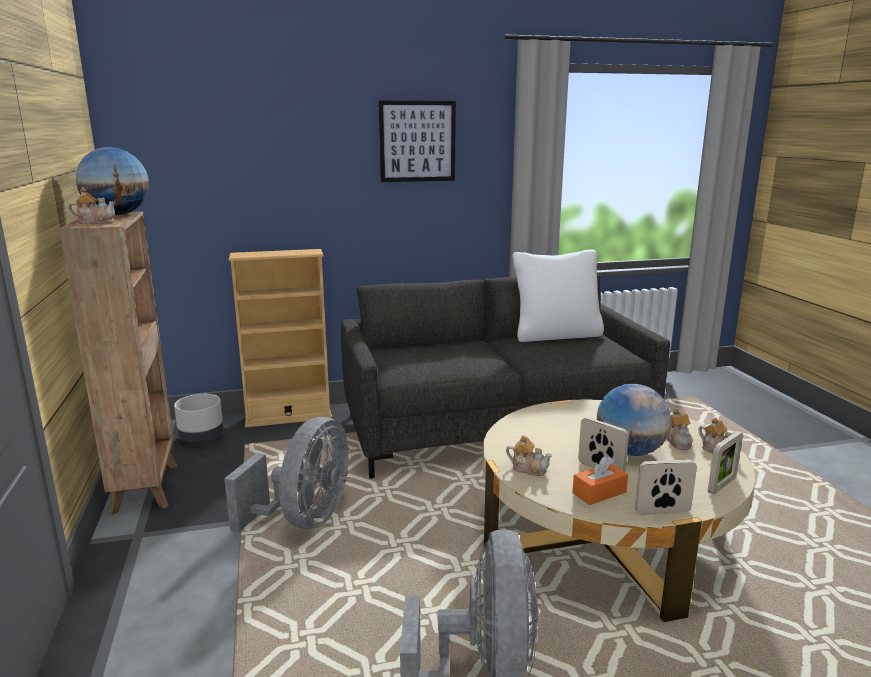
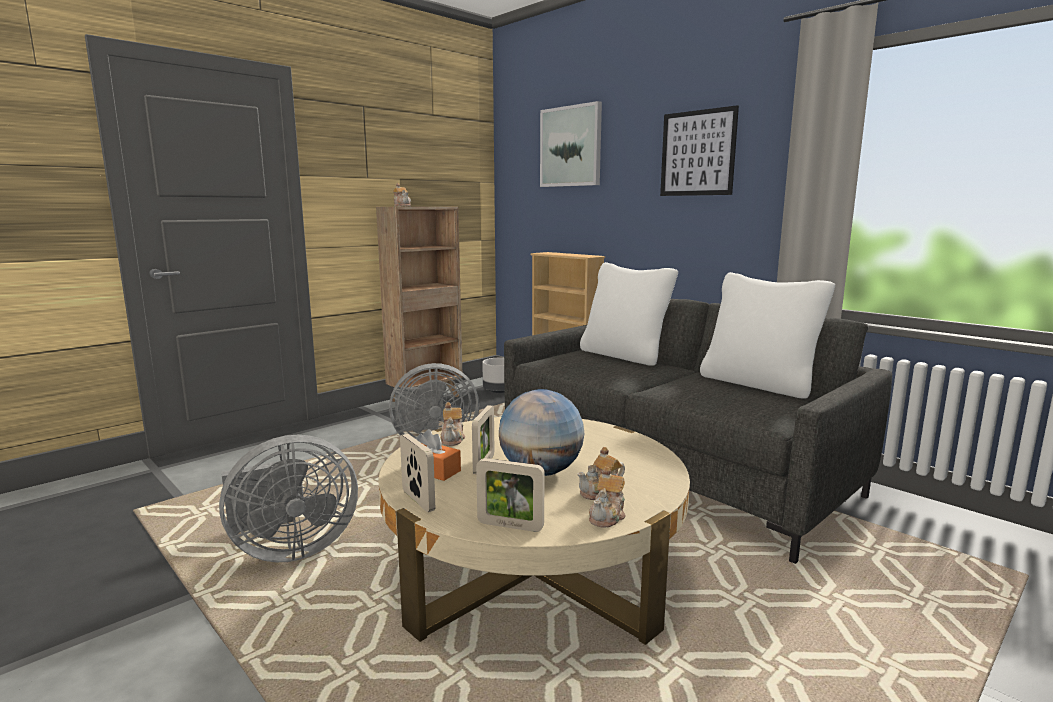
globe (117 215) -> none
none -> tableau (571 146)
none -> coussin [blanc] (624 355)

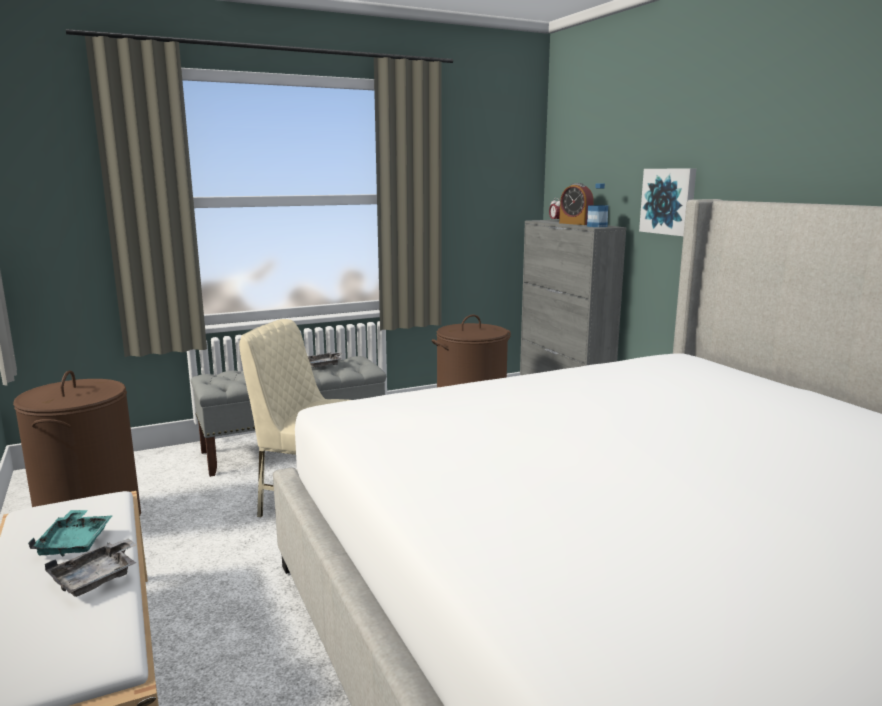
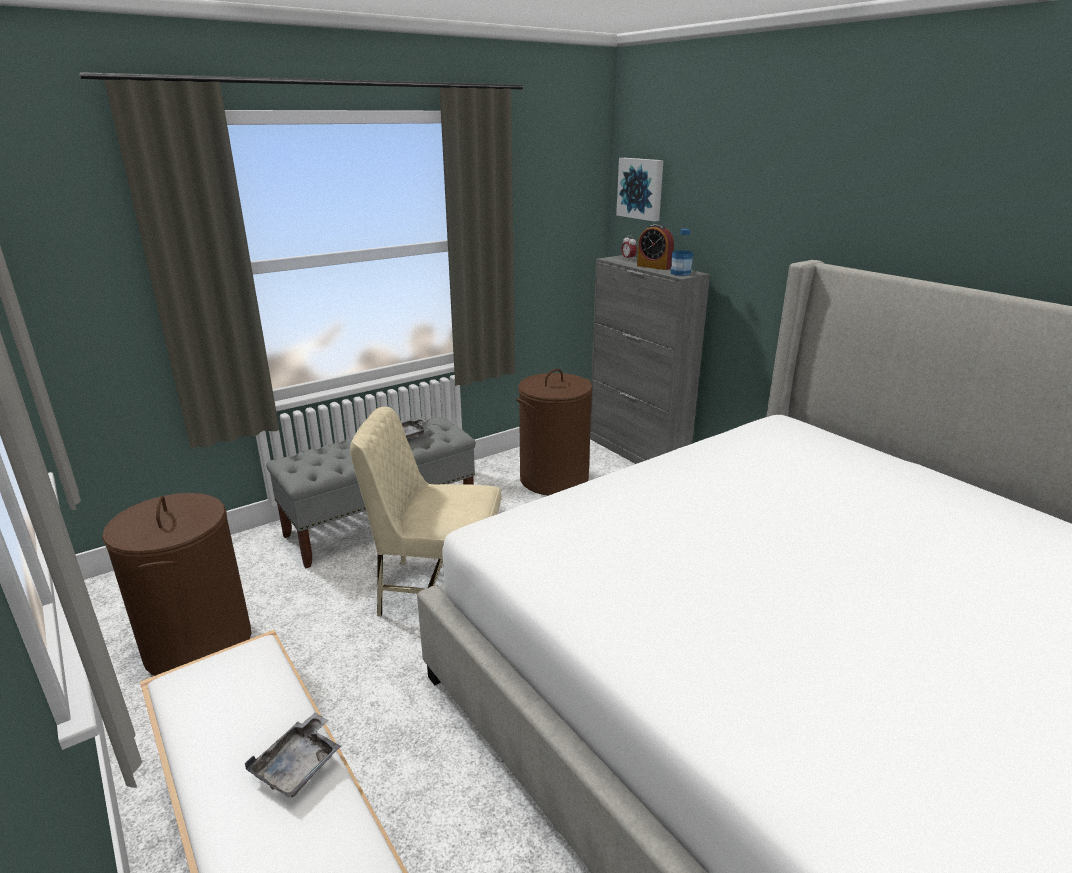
plateau [turquoise] (75 542) -> none
tableau (669 201) -> tableau (641 188), move

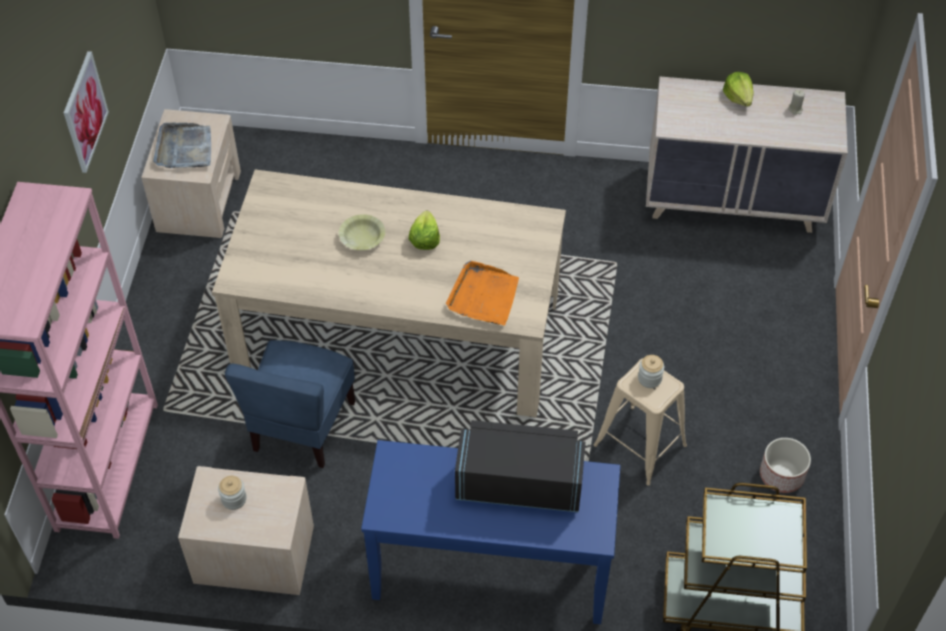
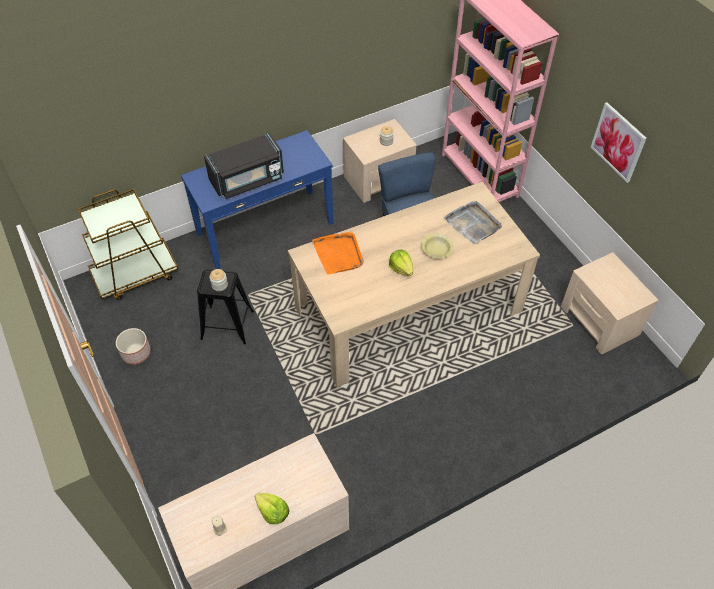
plateau [gris] (184 149) -> plateau [gris] (473 224), move
tabouret [beige] (640 445) -> tabouret [noir] (227 325)

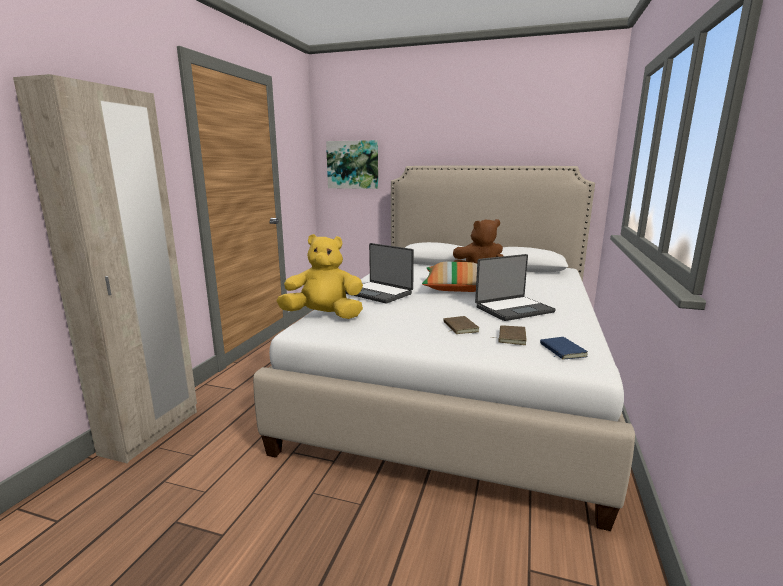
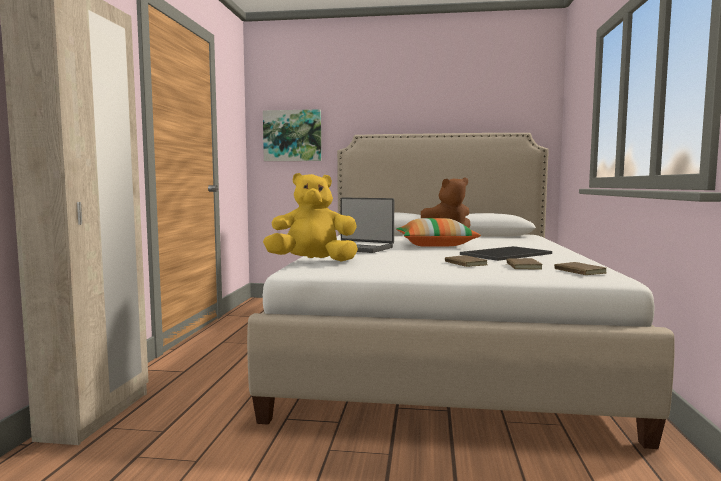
ordinateur portable (513 309) -> plateau (505 254)
livre [bleu] (561 350) -> livre [marron] (578 271)

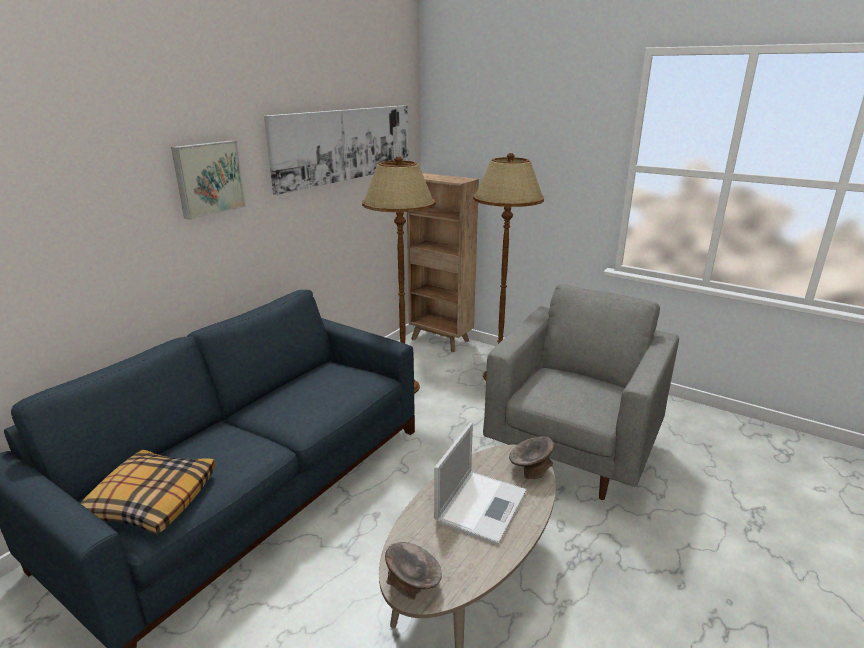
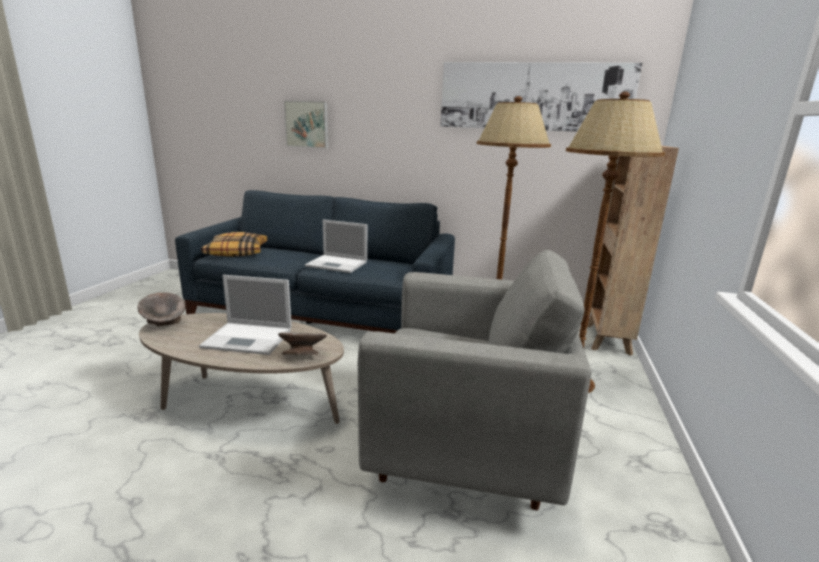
none -> ordinateur portable (338 264)
tableau (208 178) -> tableau (307 124), move

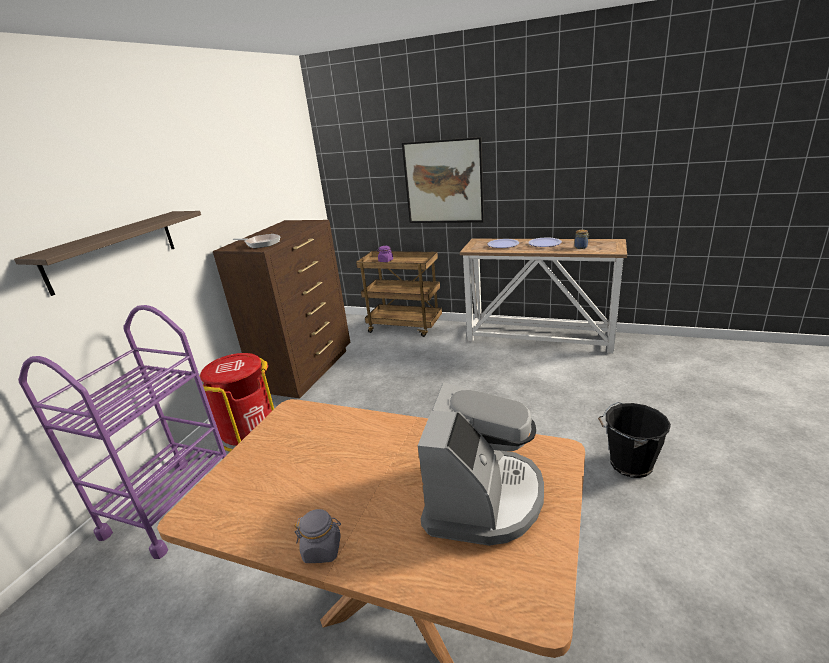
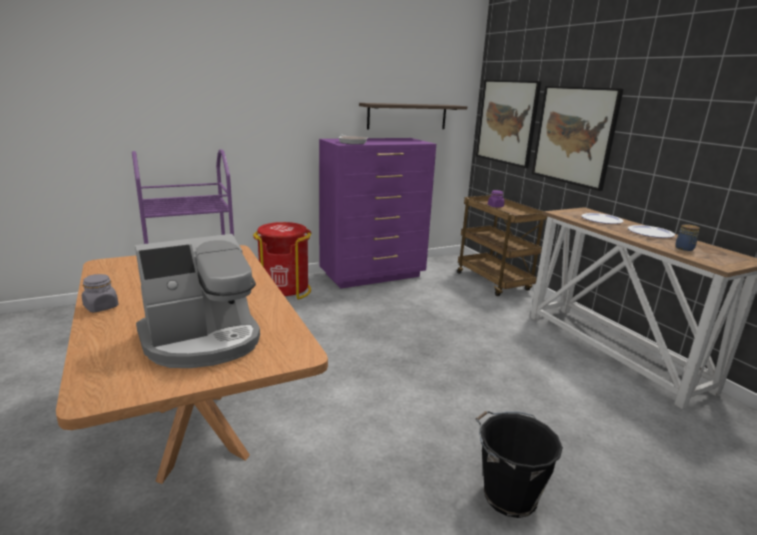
none -> tableau (507 122)
étagère (112 250) -> étagère (407 116), move
commode [marron] (307 370) -> commode [violet] (373 275)

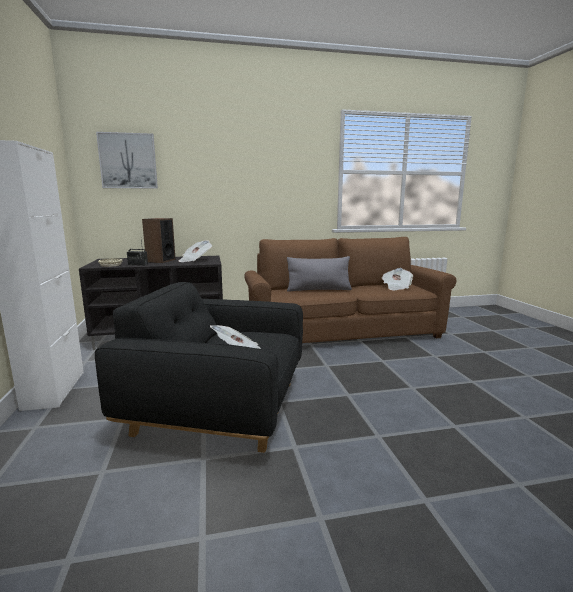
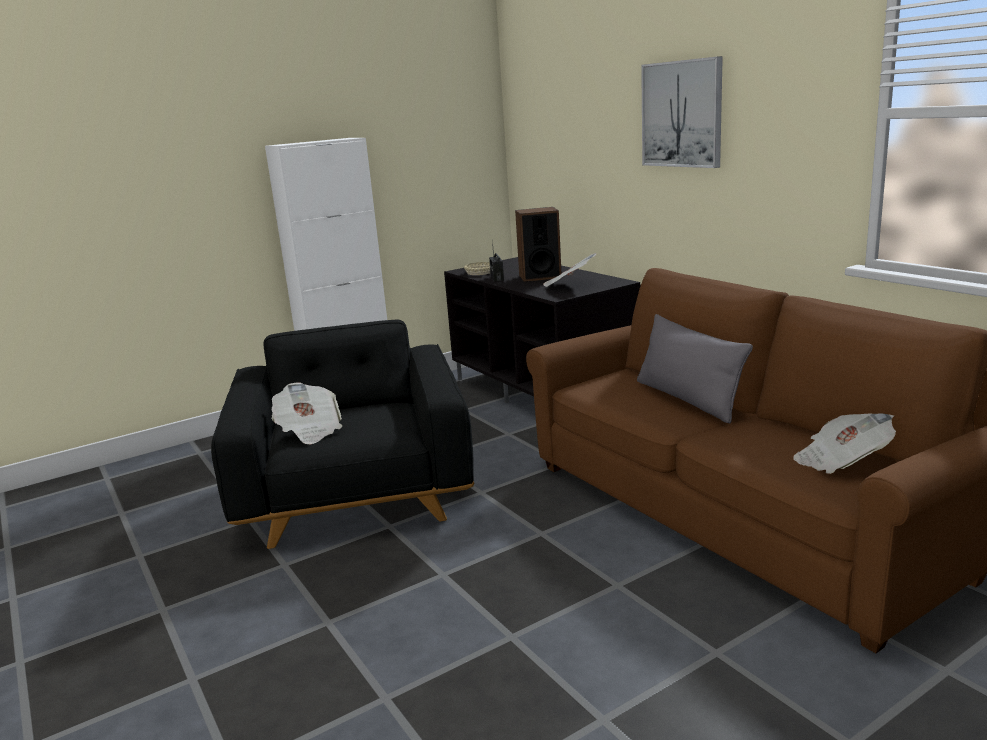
tableau (128 161) -> tableau (682 114), move

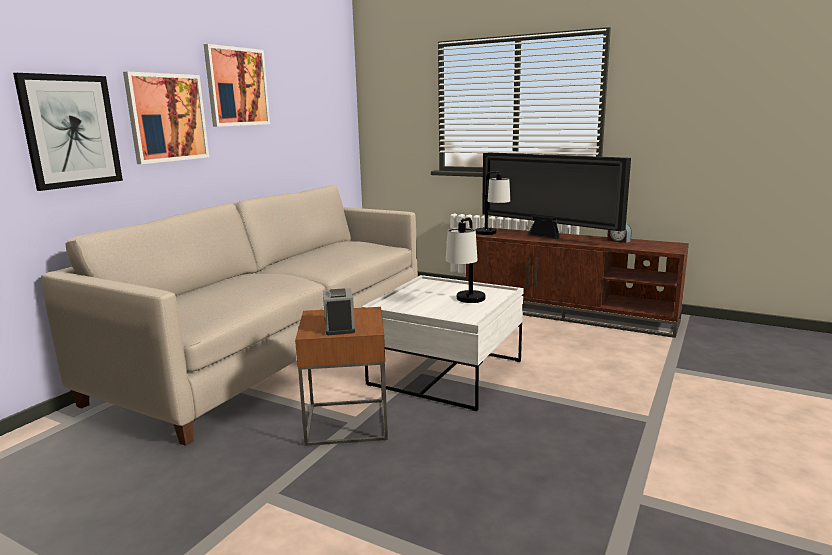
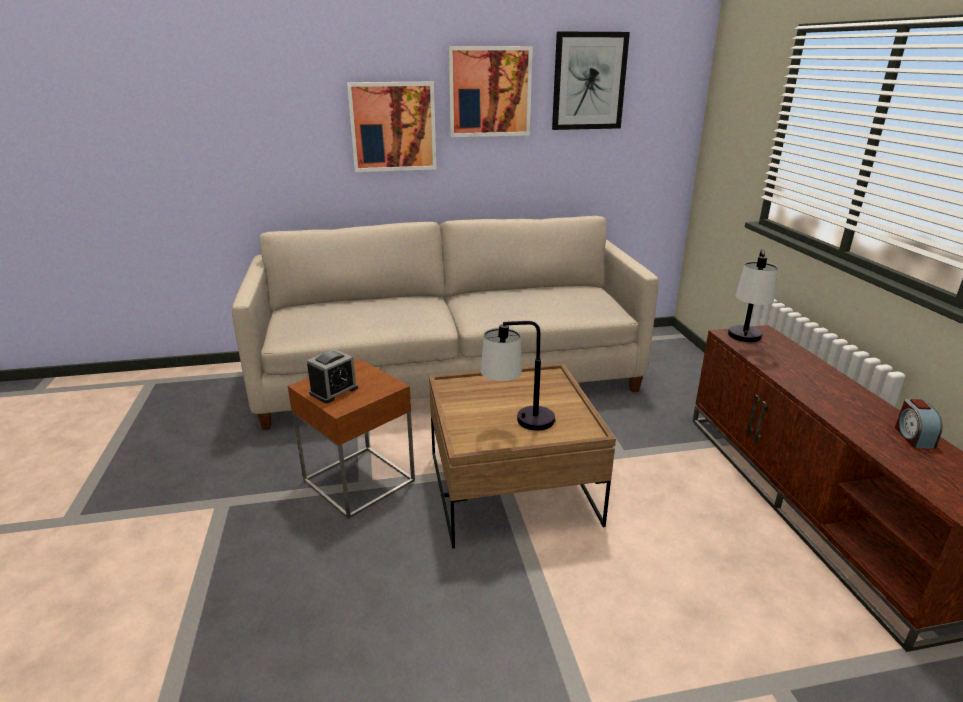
téléviseur (546 236) -> none
tableau (71 131) -> tableau (589 81), move
table basse [blanc] (446 373) -> table basse [marron] (511 488)

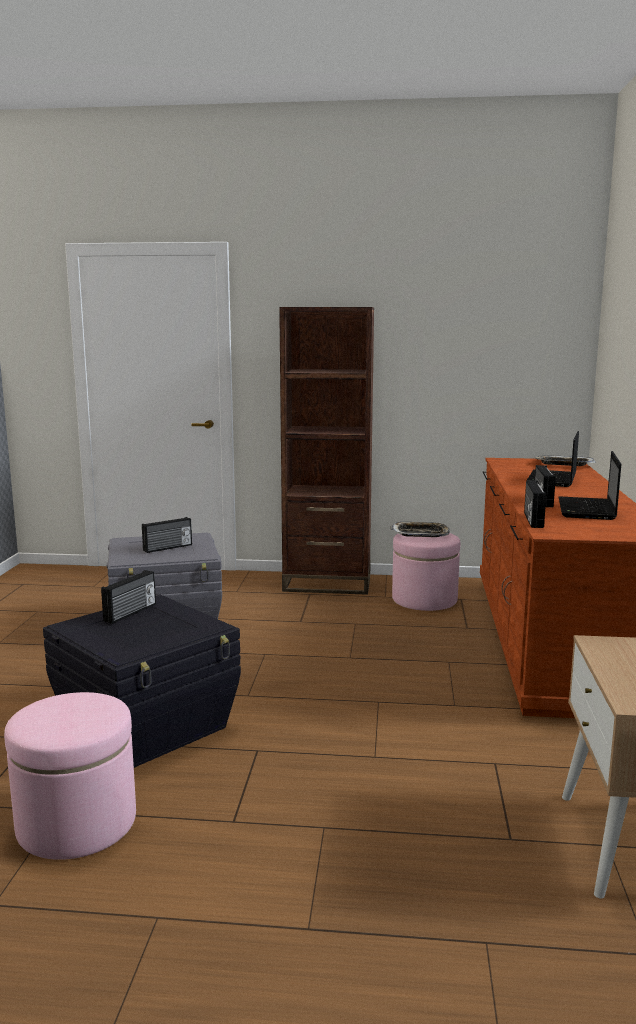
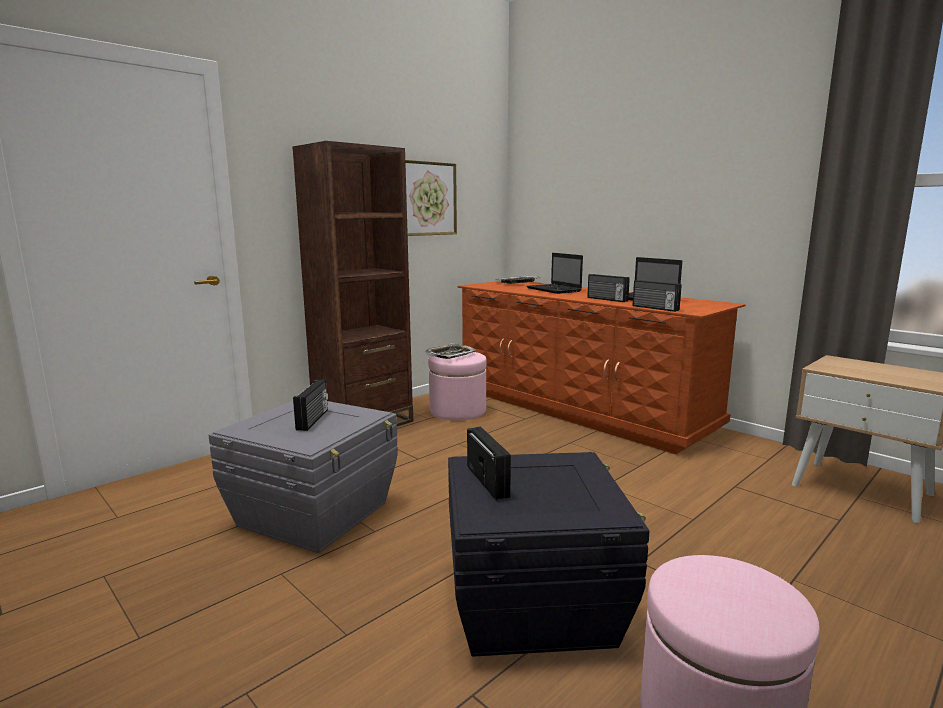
none -> tableau (427 199)

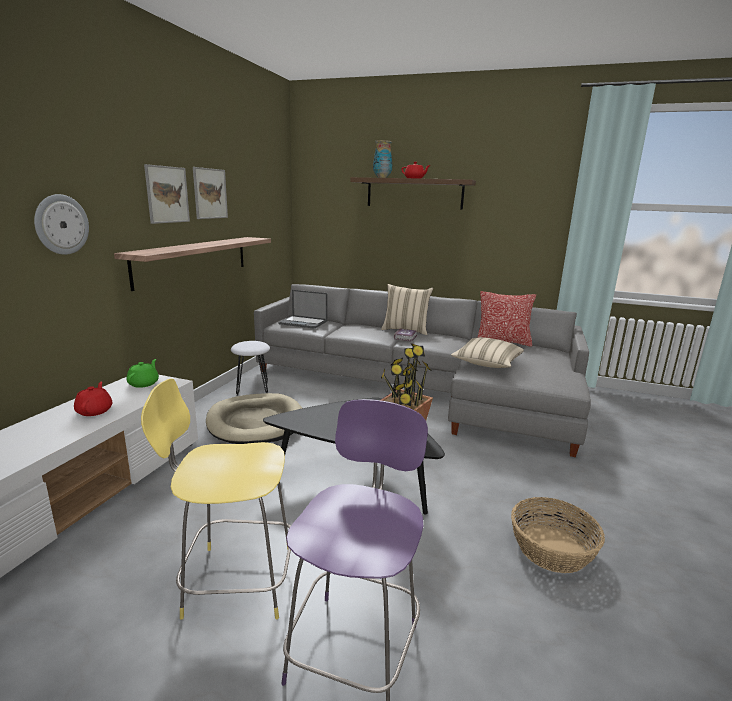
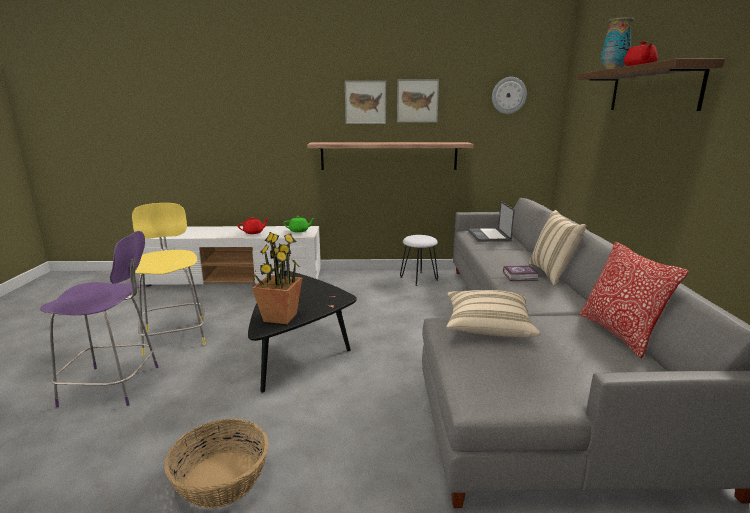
panier pour chien [beige] (256 422) -> none
horloge murale (61 224) -> horloge murale (508 95), move

